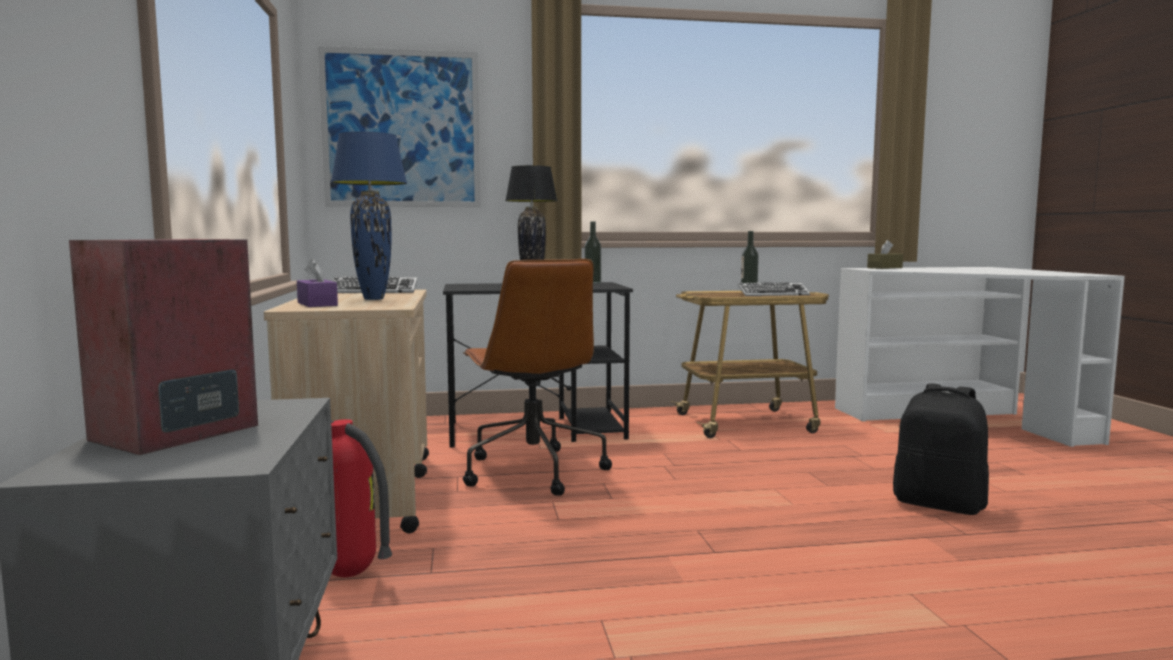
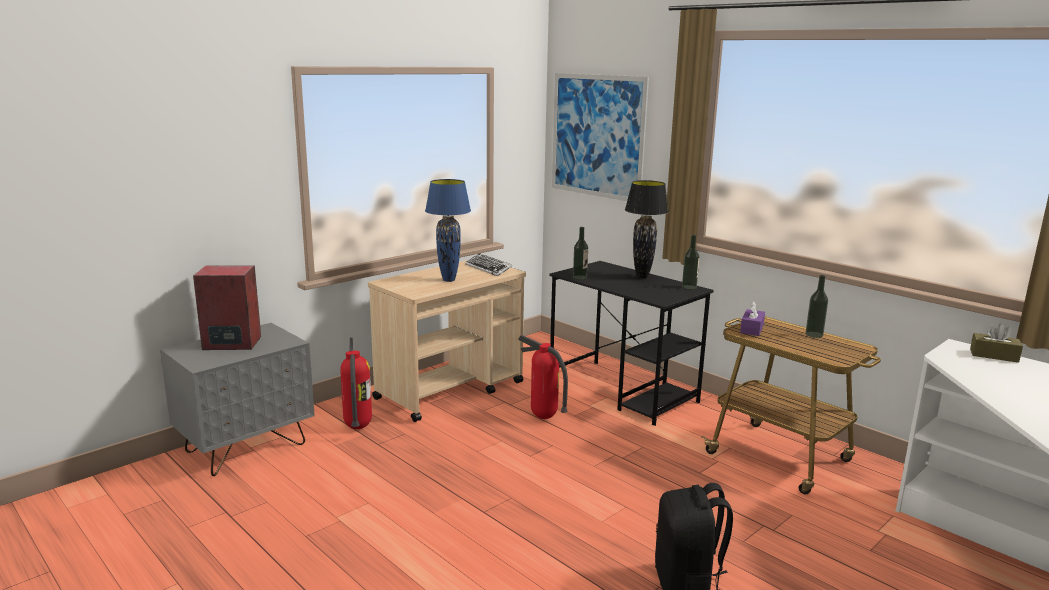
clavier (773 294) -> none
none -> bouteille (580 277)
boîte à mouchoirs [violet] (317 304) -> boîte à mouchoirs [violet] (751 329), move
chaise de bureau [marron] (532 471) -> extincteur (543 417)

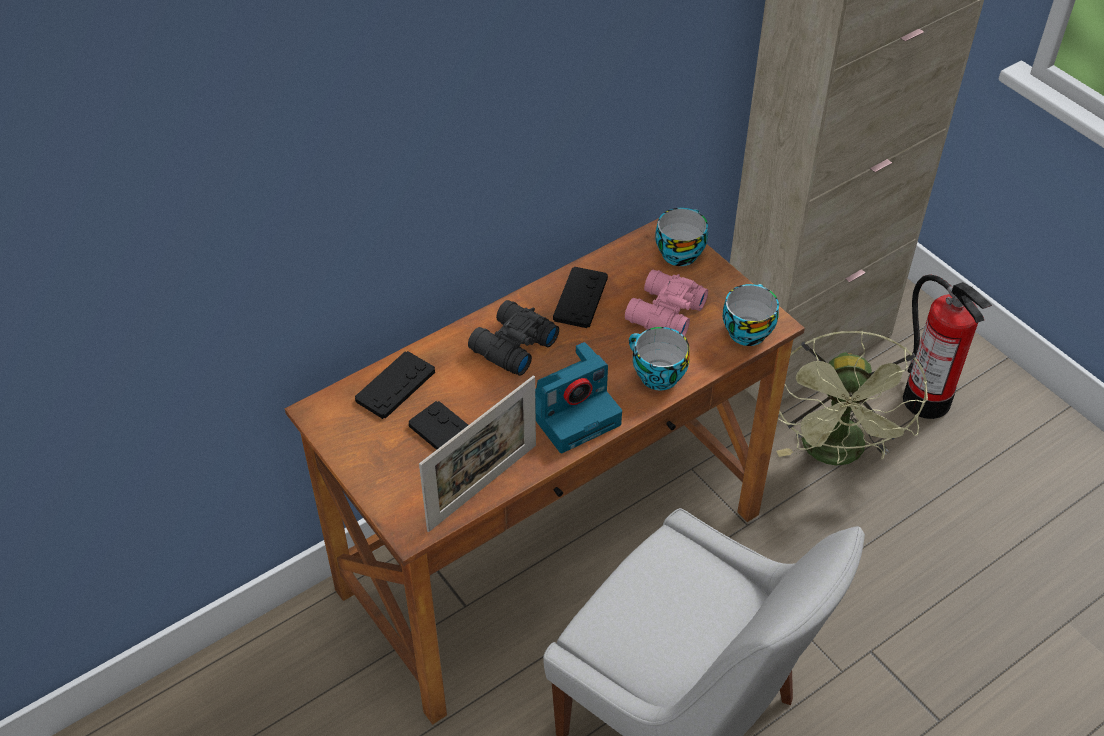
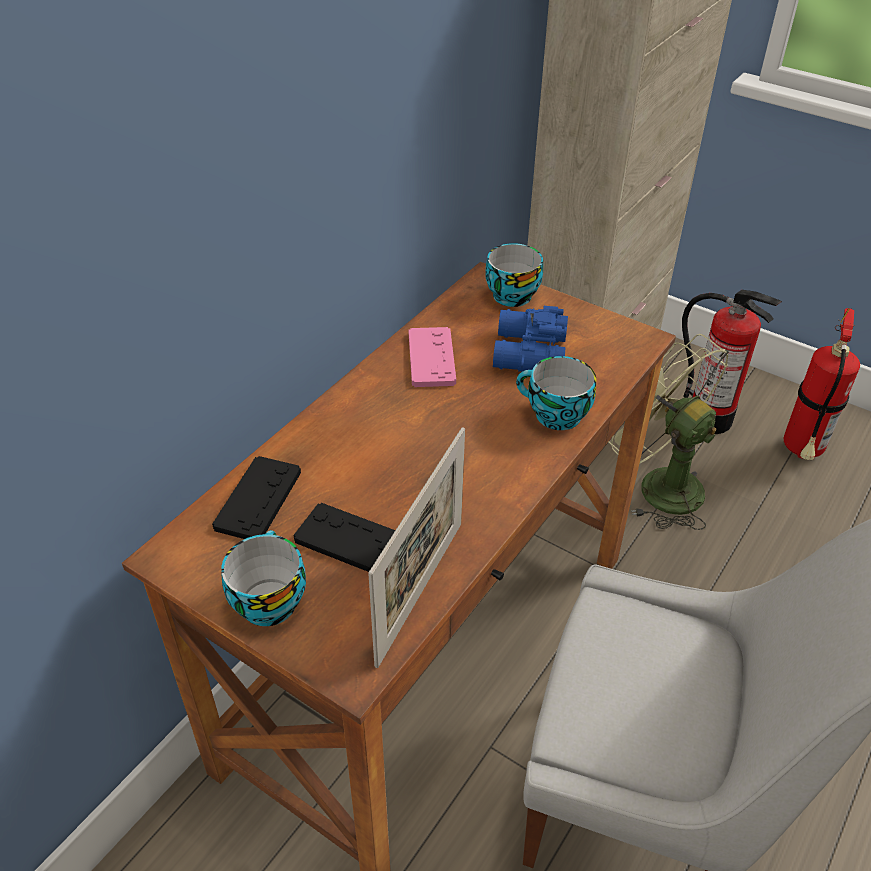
jumelles [noir] (511 346) -> none
appareil photo (572 411) -> none
none -> extincteur (801 452)
tasse (746 330) -> tasse (267 600), move
manette [noir] (580 298) -> manette [rose] (431 358)
jumelles [rose] (663 313) -> jumelles [bleu] (527 353)
ventilateur [vert] (836 454) -> ventilateur [vert] (658 485), 150 degrees clockwise

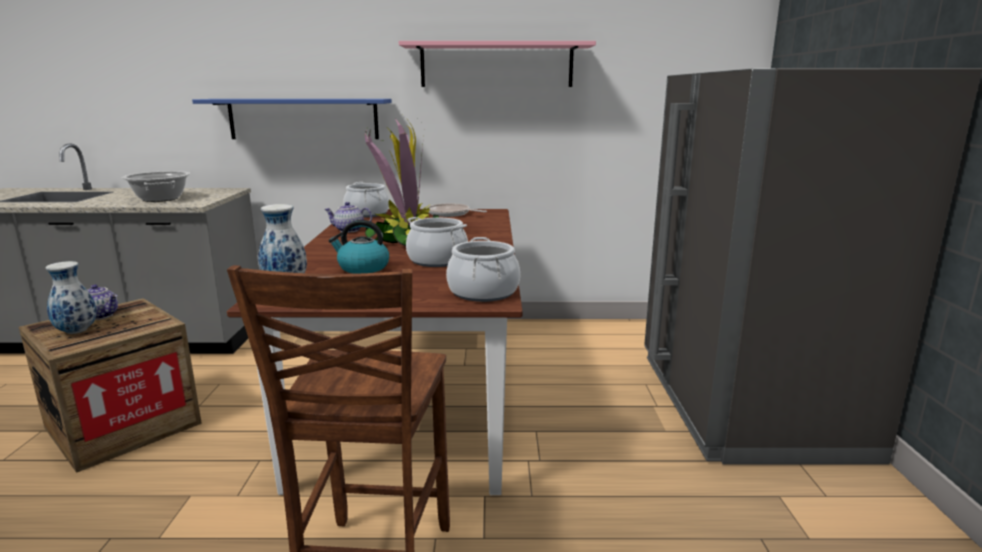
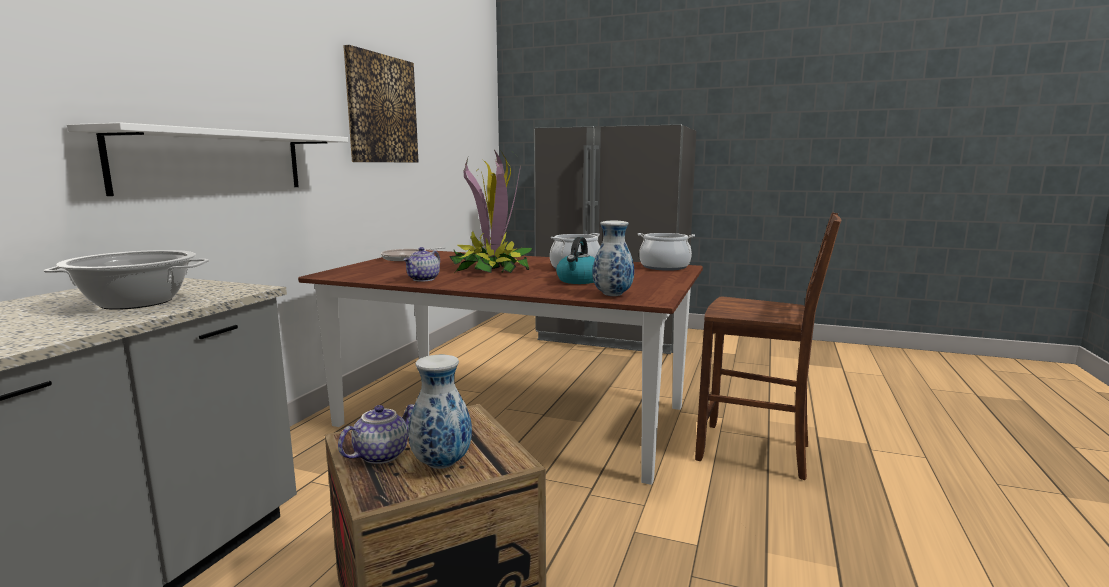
marmite (367 214) -> none
étagère [rose] (496 65) -> tableau (381 109)
étagère [bleu] (303 119) -> étagère [blanc] (214 162)

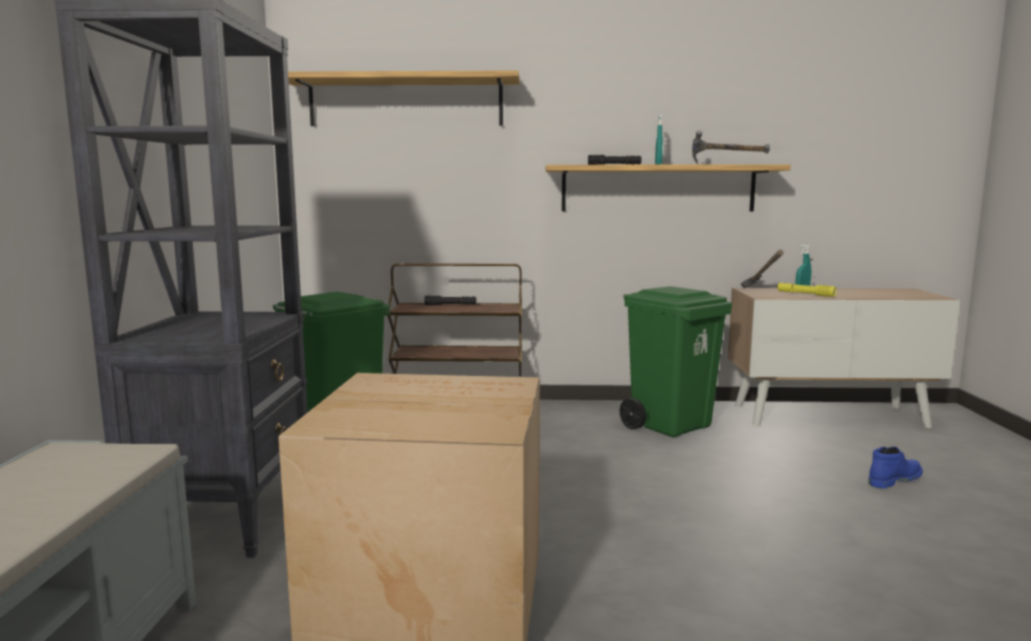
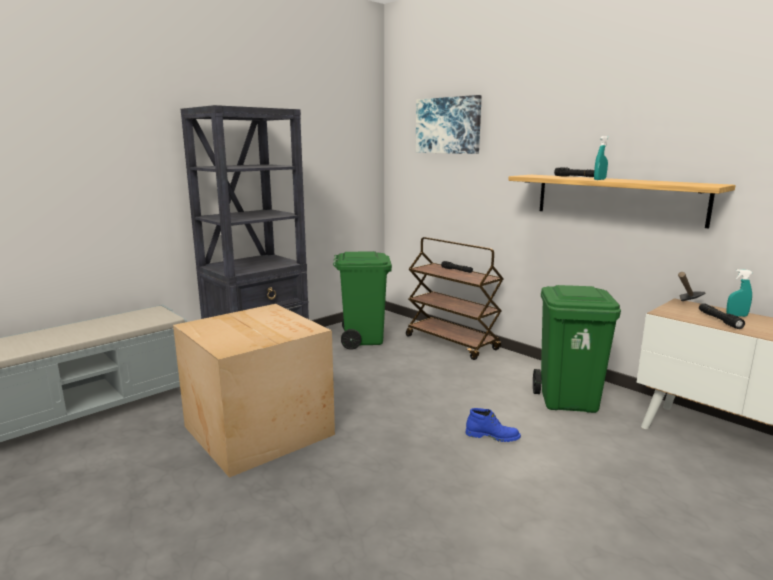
marteau (727 164) -> none
botte [bleu] (893 480) -> botte [bleu] (492 436), move
étagère (406 102) -> tableau (448 125)
lampe de poche [jaune] (805 294) -> lampe de poche [noir] (719 320)

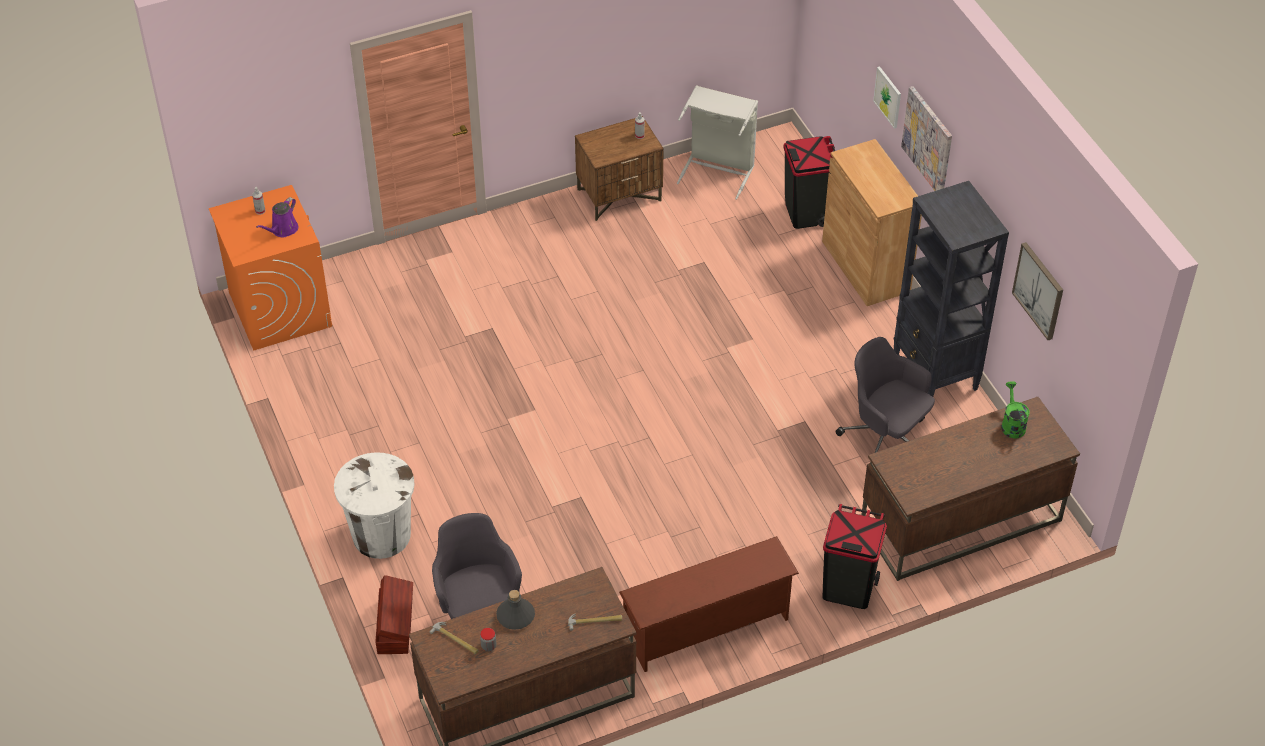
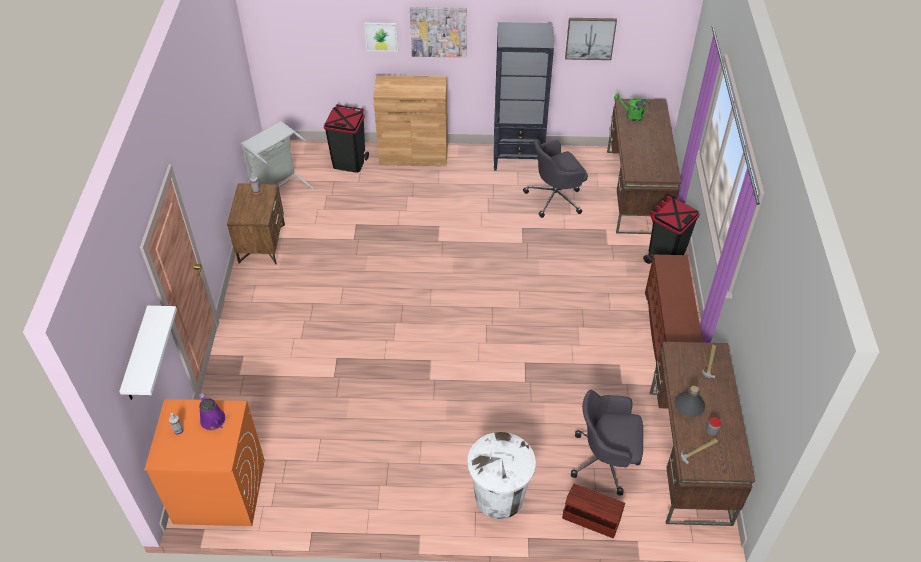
none -> étagère [blanc] (137 356)

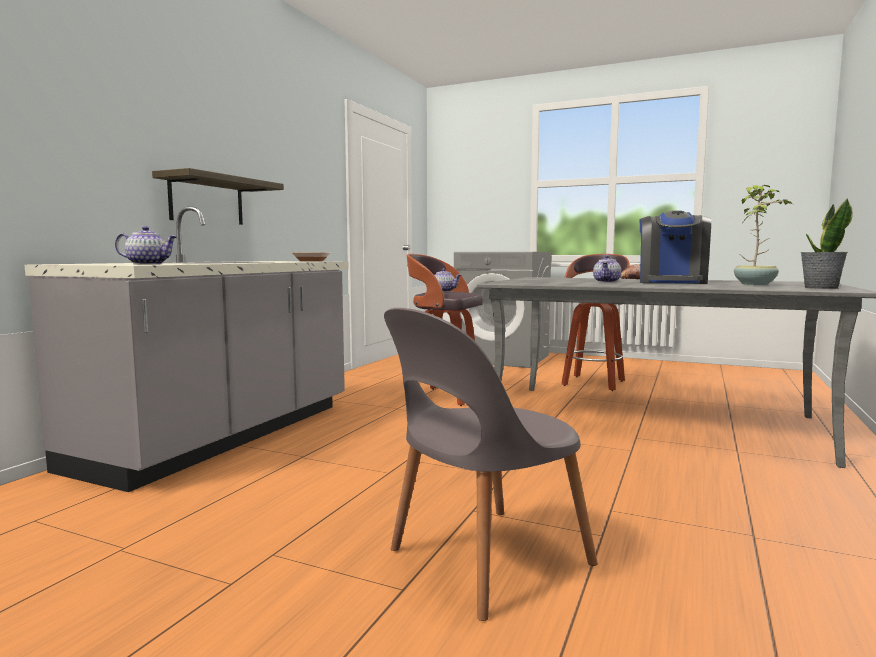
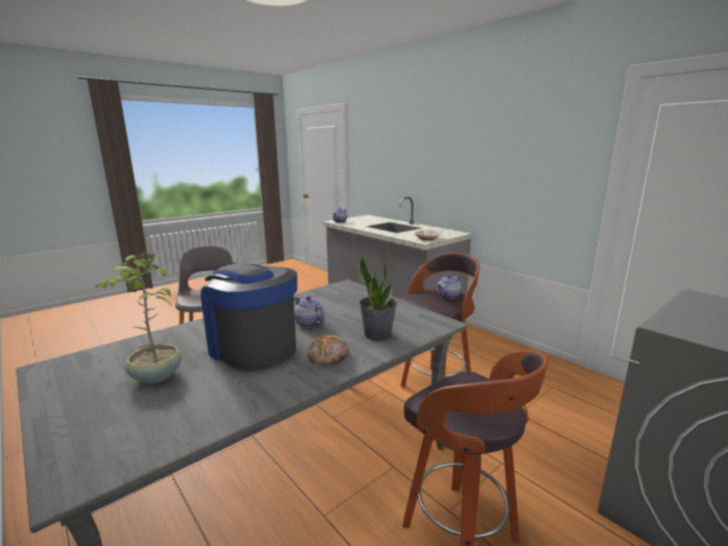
étagère (207 200) -> none
plante en pot (820 288) -> plante en pot (377 334), move

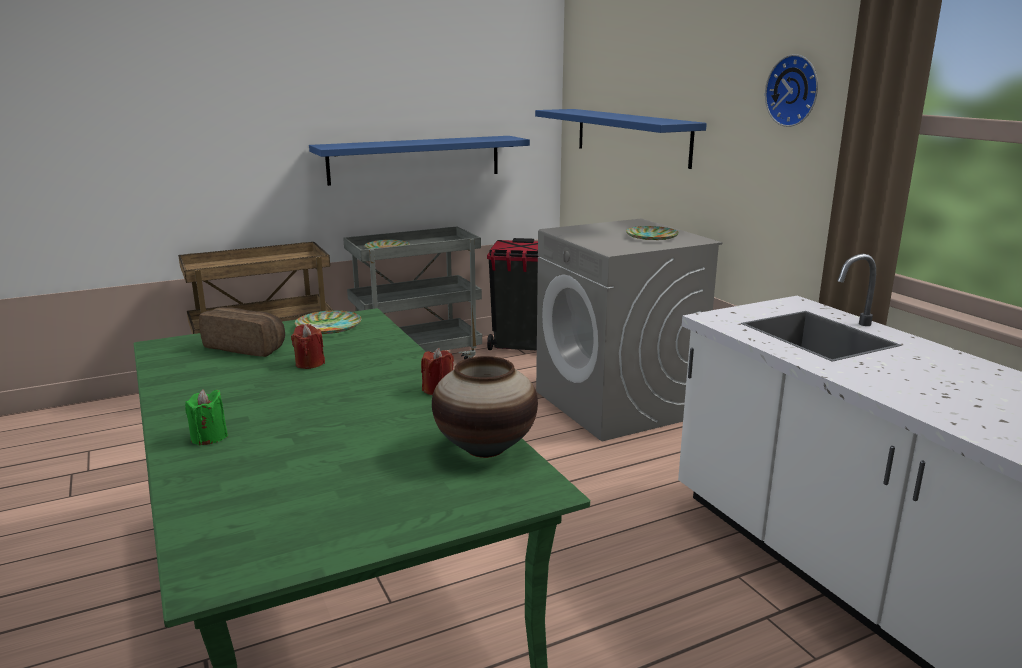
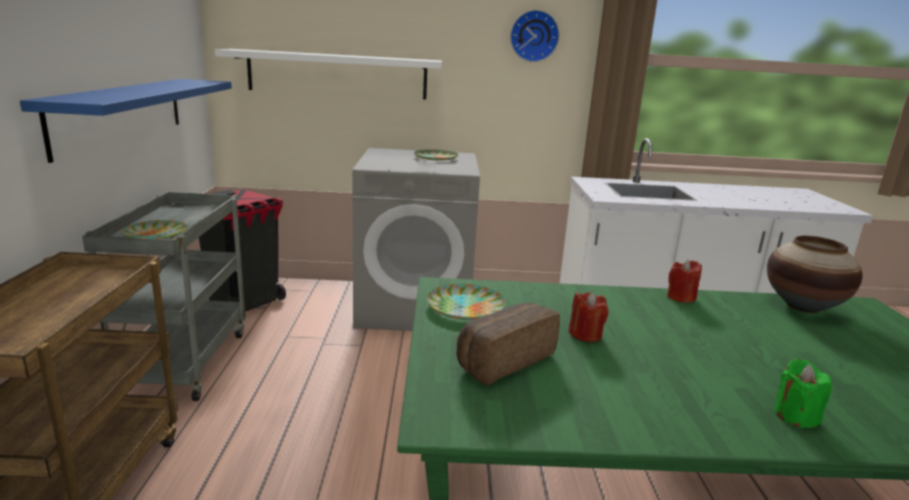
étagère [bleu] (631 136) -> étagère [blanc] (337 74)

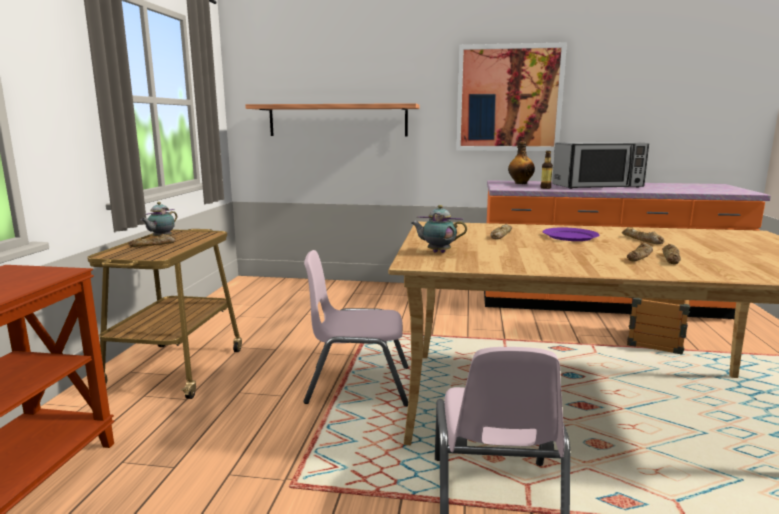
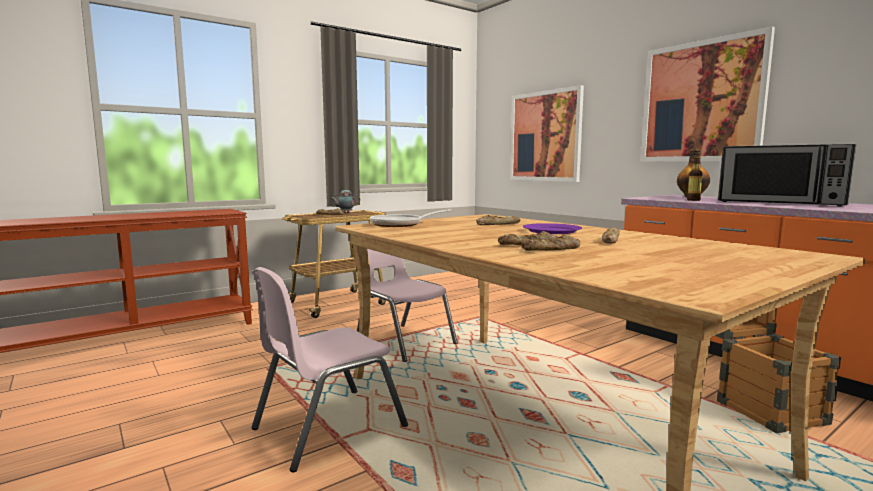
étagère (337 120) -> tableau (545 136)
théière (437 252) -> poêle (401 224)

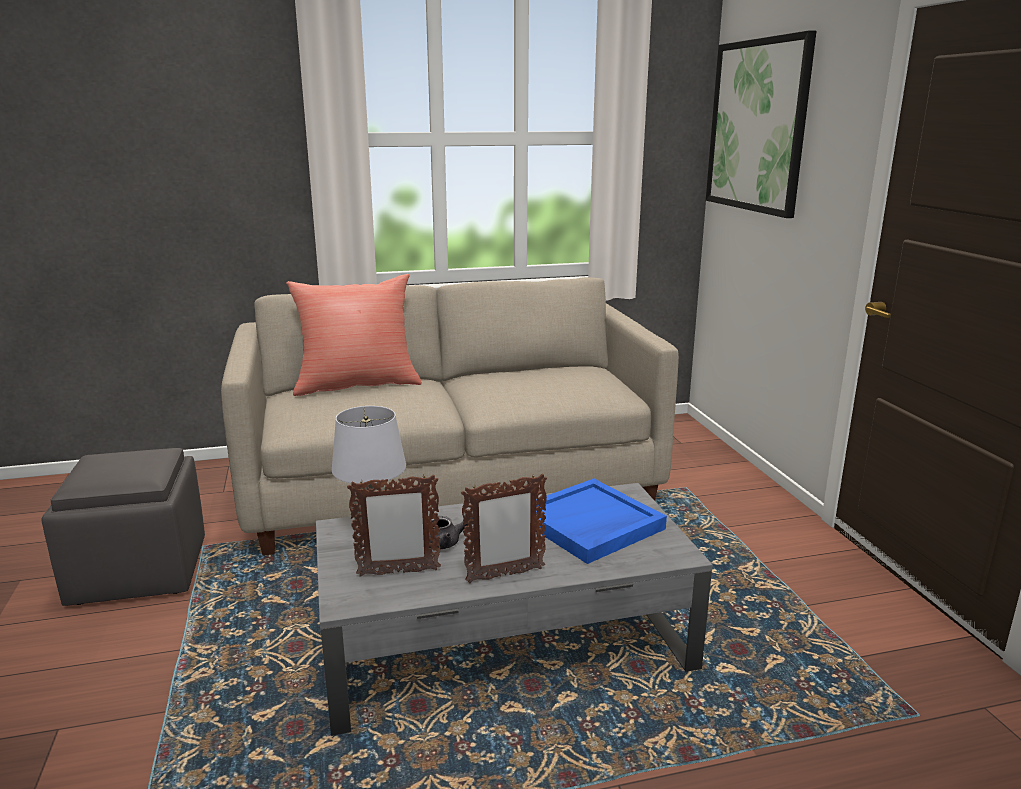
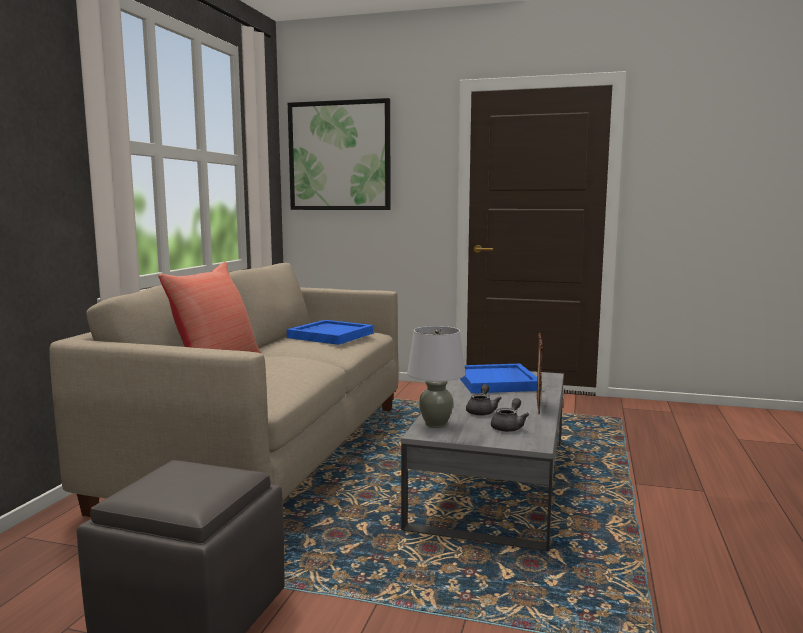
none -> plateau [bleu] (330 335)
cadre photo (398 572) -> théière [gris] (509 427)

